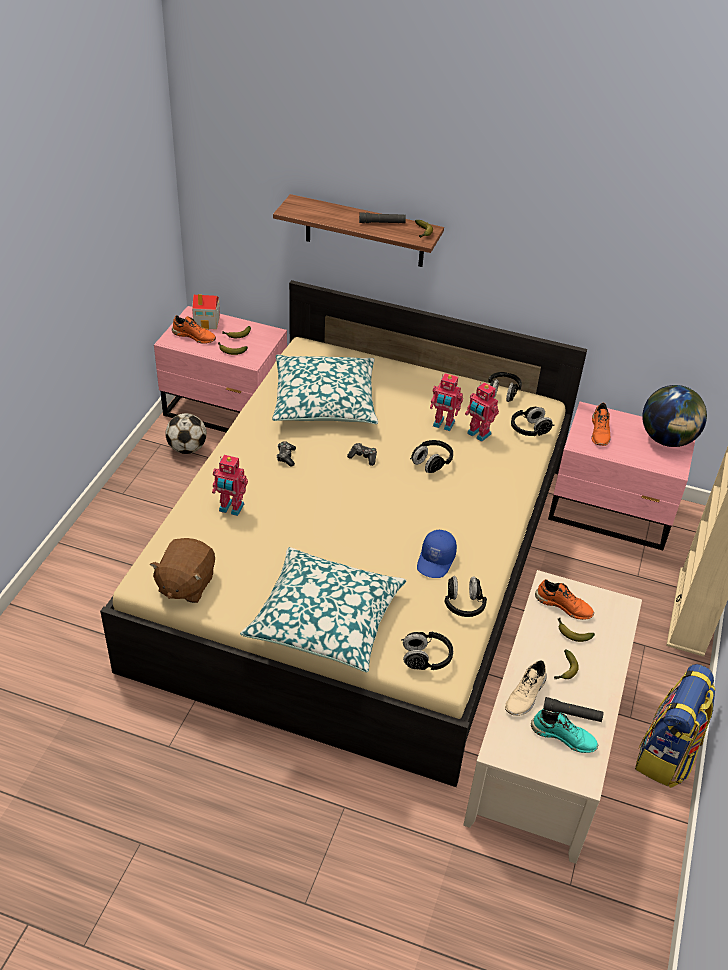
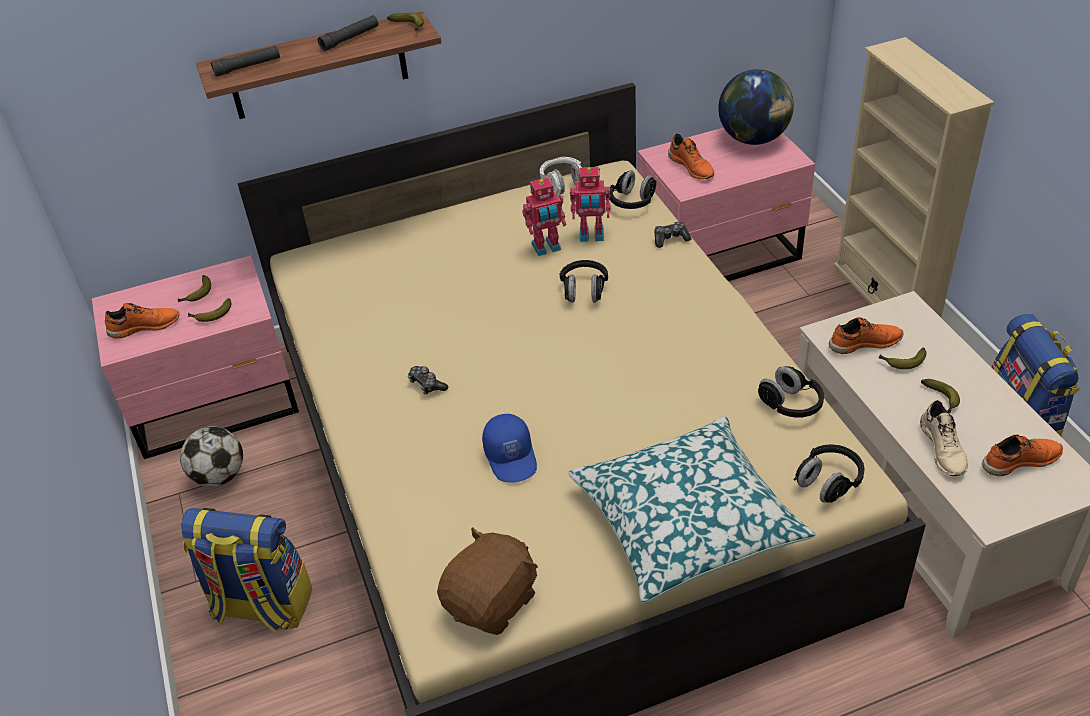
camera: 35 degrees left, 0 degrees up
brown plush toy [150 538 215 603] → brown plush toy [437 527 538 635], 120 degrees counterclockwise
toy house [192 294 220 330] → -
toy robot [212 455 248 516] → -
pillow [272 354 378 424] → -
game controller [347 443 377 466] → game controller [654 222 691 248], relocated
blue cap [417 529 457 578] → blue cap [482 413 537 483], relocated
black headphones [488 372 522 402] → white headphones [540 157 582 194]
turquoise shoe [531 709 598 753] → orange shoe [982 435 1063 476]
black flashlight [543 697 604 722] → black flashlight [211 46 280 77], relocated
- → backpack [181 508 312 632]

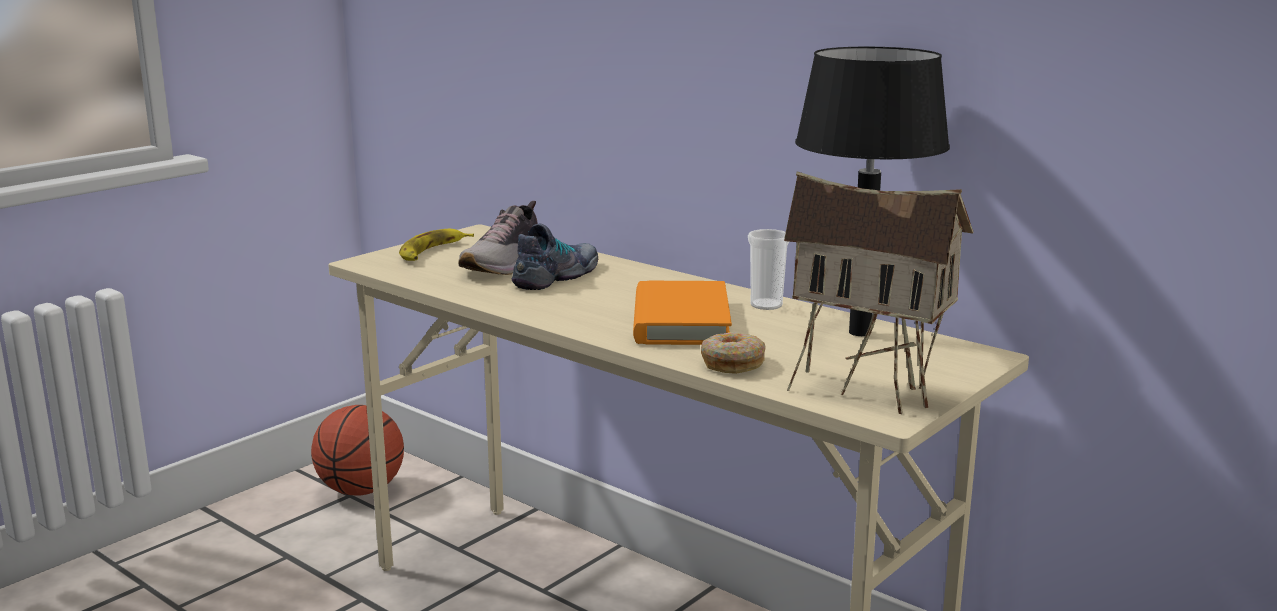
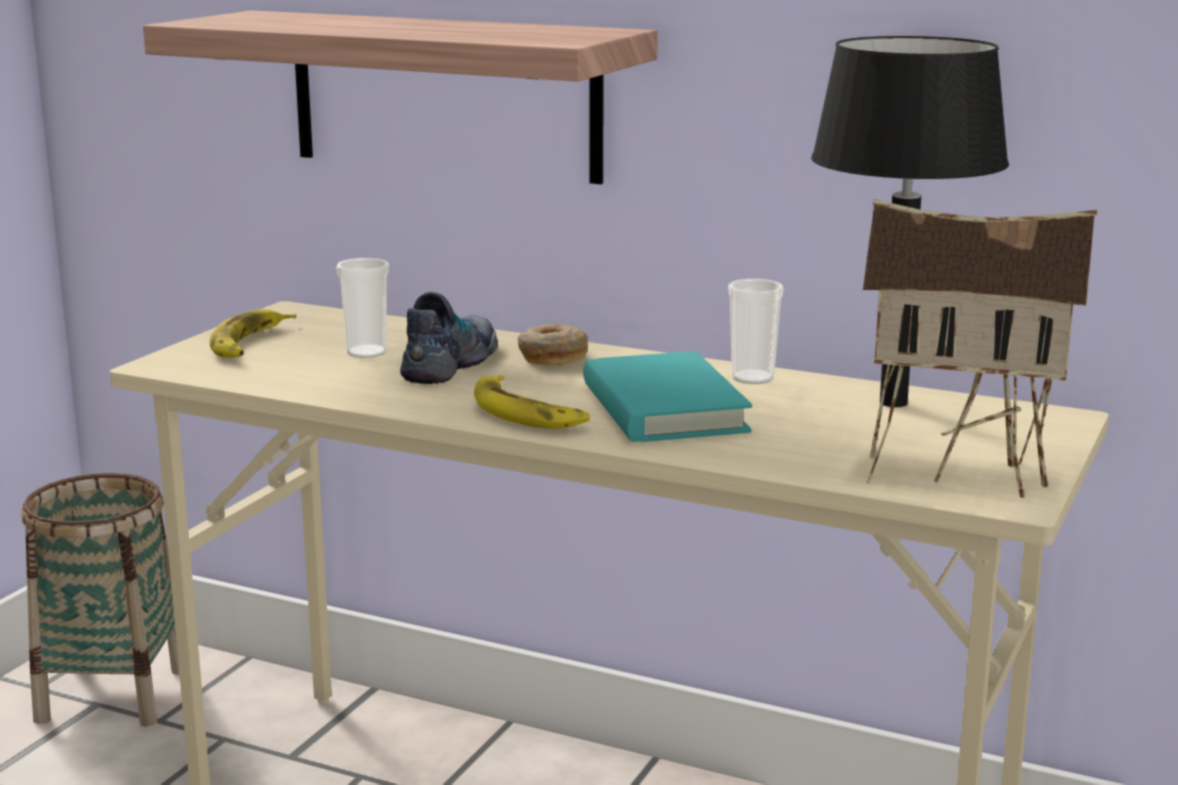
camera: 15 degrees left, 0 degrees up
basketball [311 405 404 496] → basket [22 473 179 727]
shoe [458 201 538 275] → cup [336 258 389 358]
orange book [633 281 732 345] → turquoise book [583 351 752 442]
donut [701 332 766 374] → donut [517 324 588 366], relocated
- → shelf [143 10 658 184]
- → banana [474 375 590 429]

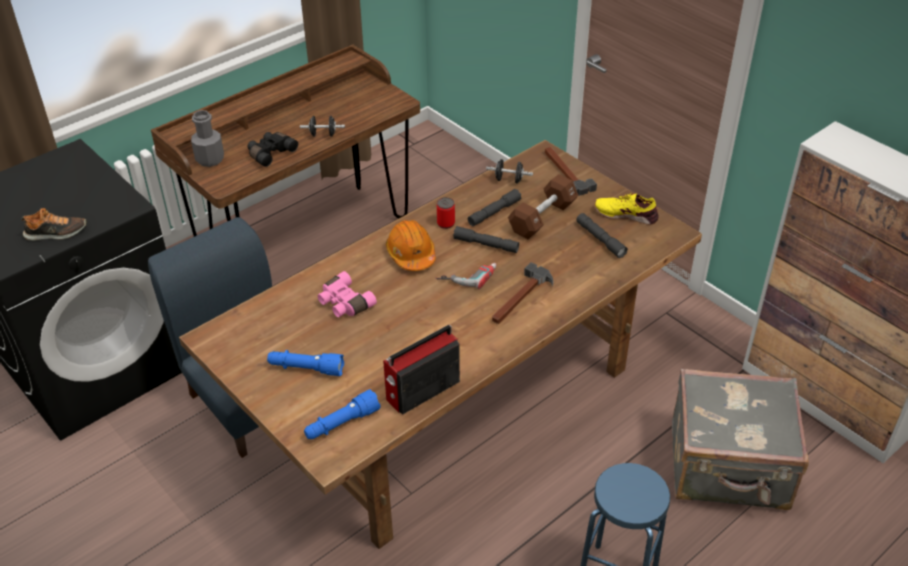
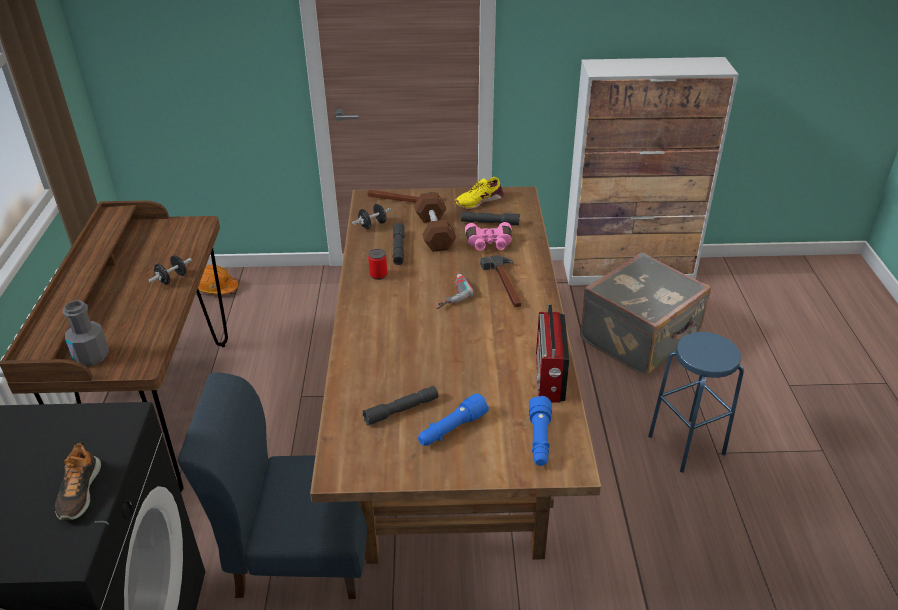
camera: 50 degrees left, 5 degrees down
shoe [21 208 87 241] → shoe [55 442 101 521], 150 degrees clockwise
black binoculars [247 132 298 167] → -
pink binoculars [318 271 377 317] → pink binoculars [465 222 512 251], relocated
orange hard hat [386 220 436 271] → orange hard hat [198 265 238 295], relocated
grey flashlight [453 226 519 253] → grey flashlight [362 386 438 426], relocated

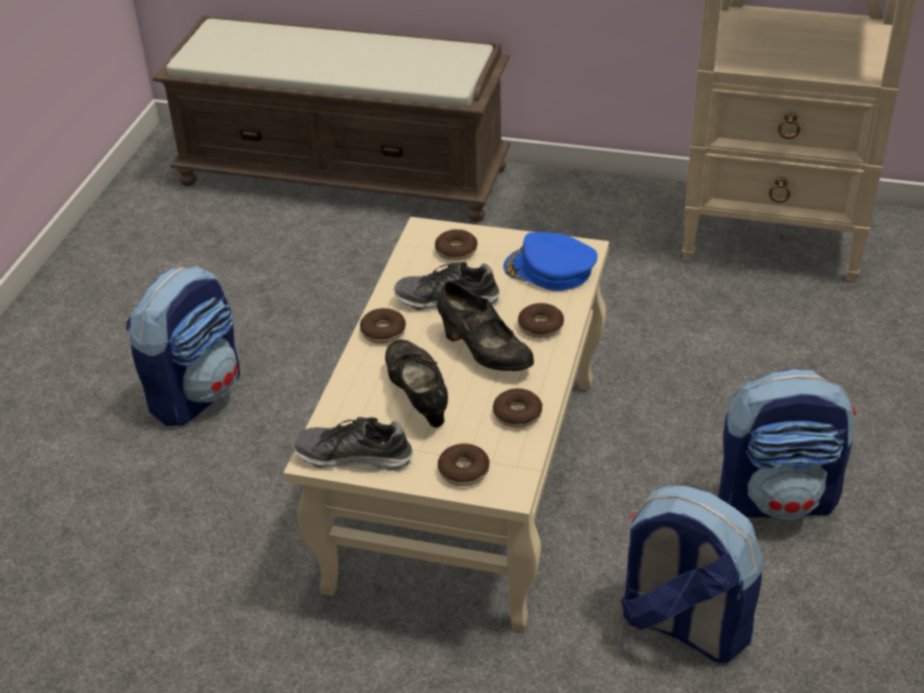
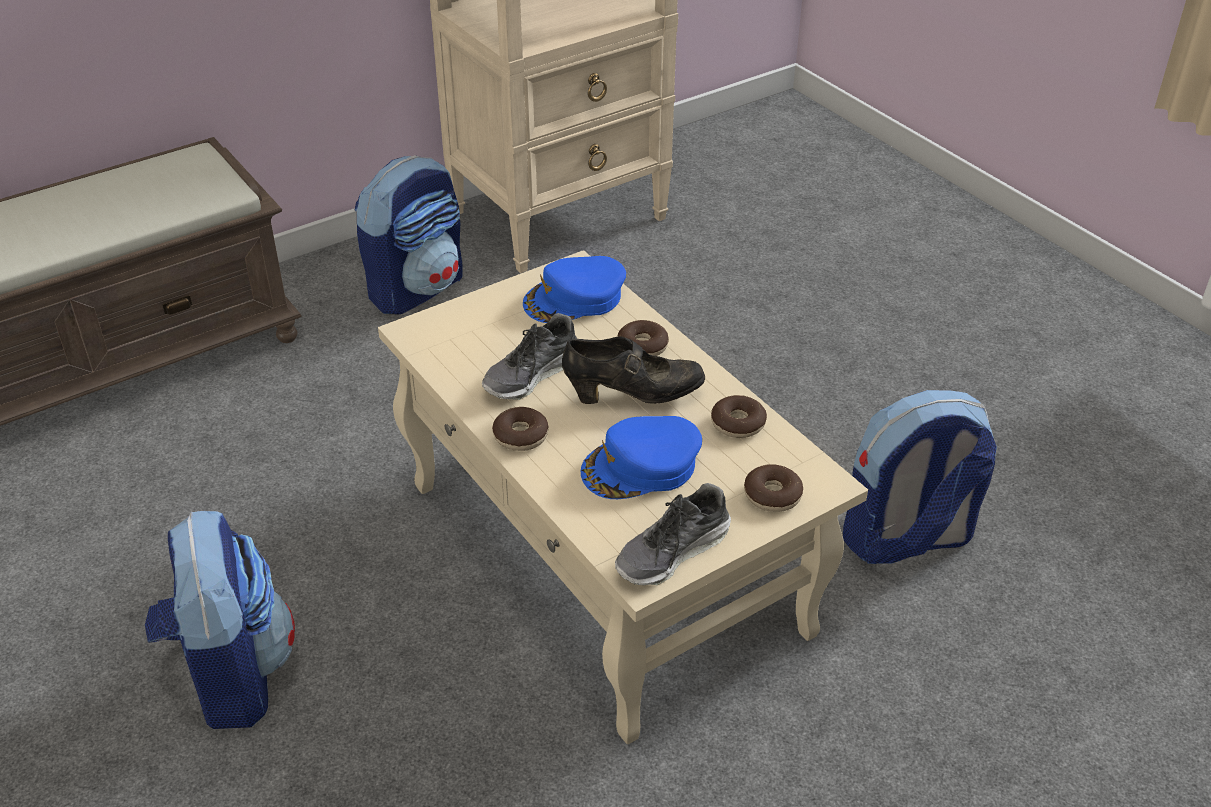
camera: 50 degrees left, 0 degrees up
black shoe [385 340 448 428] → blue cap [581 416 702 499]
donut [435 229 477 261] → -
backpack [718 368 856 520] → backpack [355 155 463 315], relocated

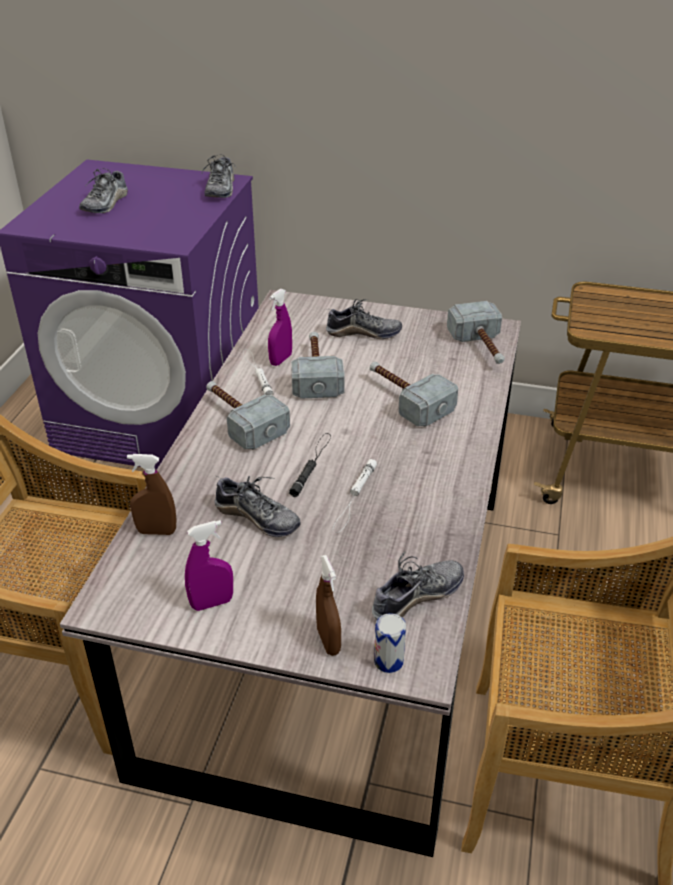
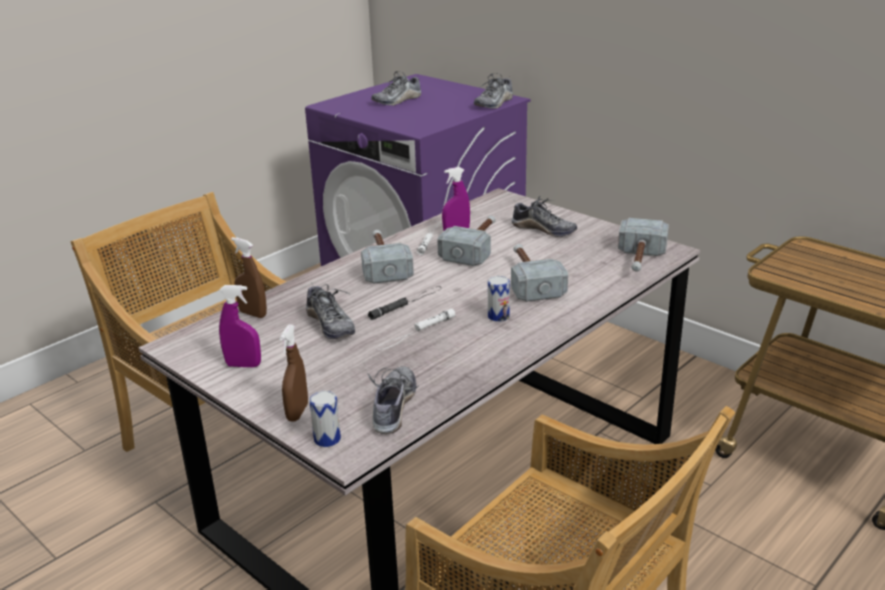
camera: 30 degrees right, 10 degrees down
shoe [372 551 464 619] → shoe [367 366 417 434], 75 degrees counterclockwise
- → can [488 276 510 322]

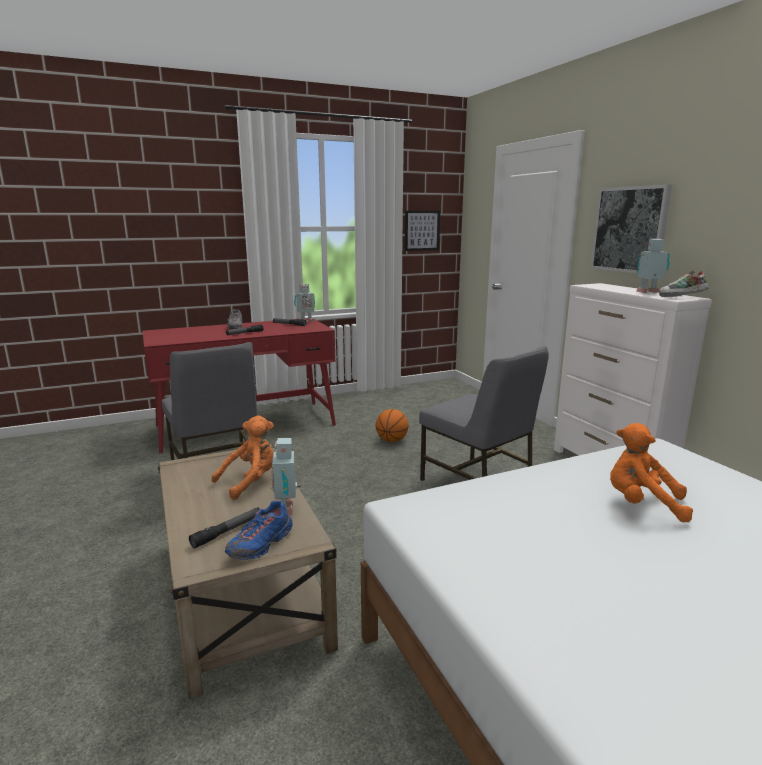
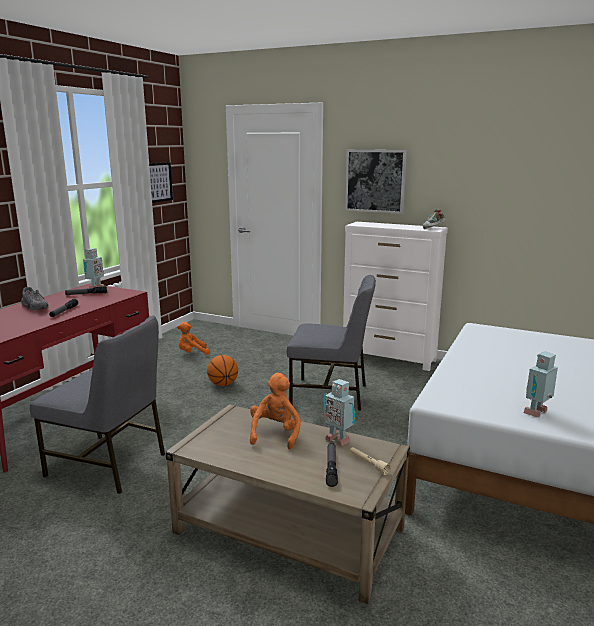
camera: 40 degrees left, 0 degrees up
blue shoe [225 501 293 560] → beige flashlight [350 447 391 475]
orange plush toy [610 423 693 522] → orange plush toy [177 322 210 355], relocated
toy robot [637 239 670 293] → toy robot [524 351 558 417], relocated

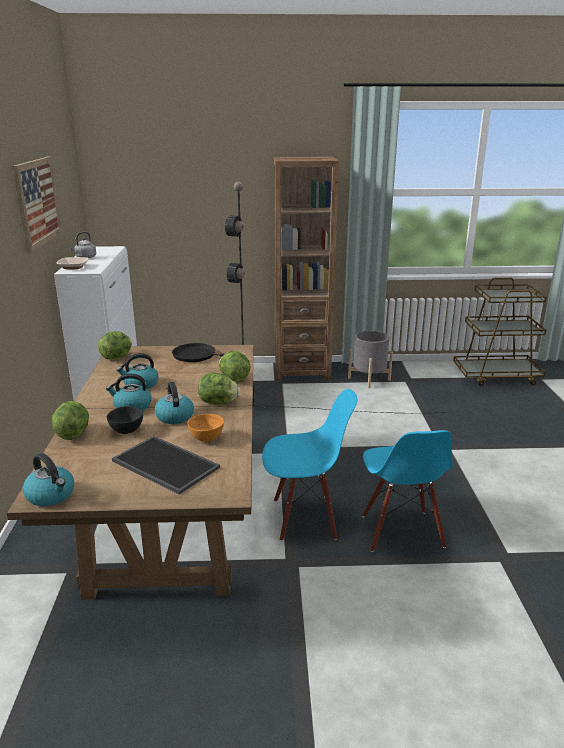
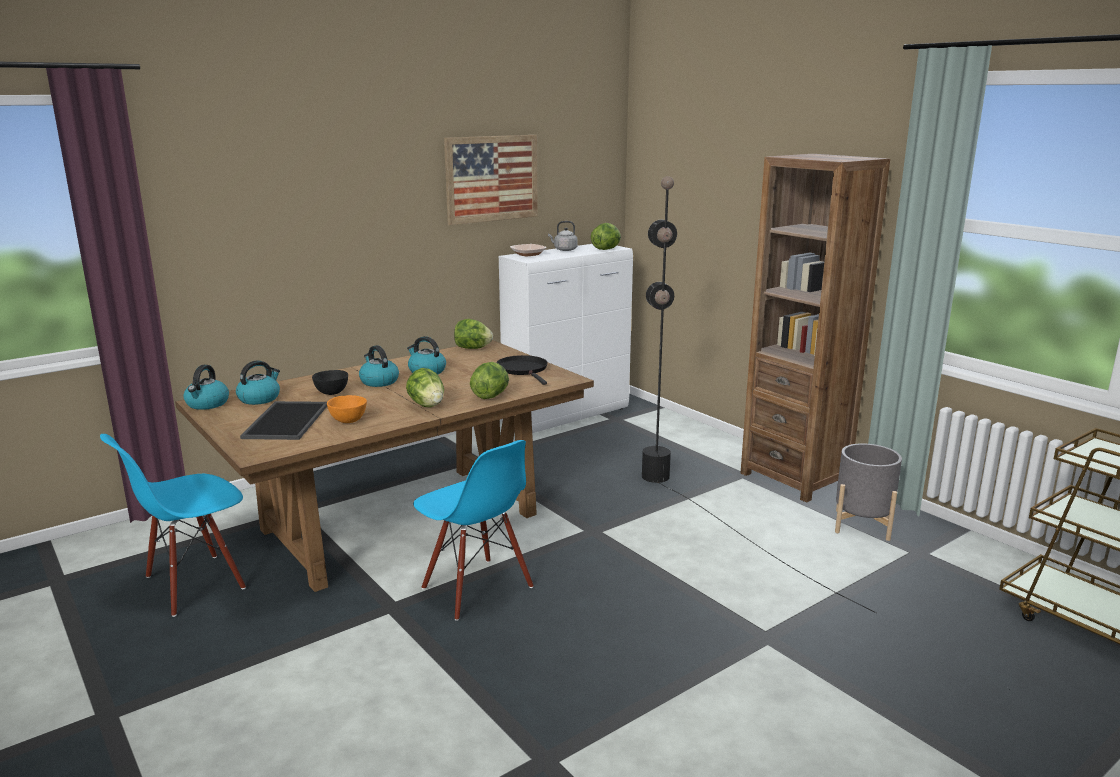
camera: 55 degrees right, 5 degrees down
lettuce [52 401 89 440] → lettuce [591 223 621 250], relocated
kettle [155 382 194 424] → kettle [236 360 280 405], relocated
blue chair [362 430 453 552] → blue chair [100 434 246 617], relocated

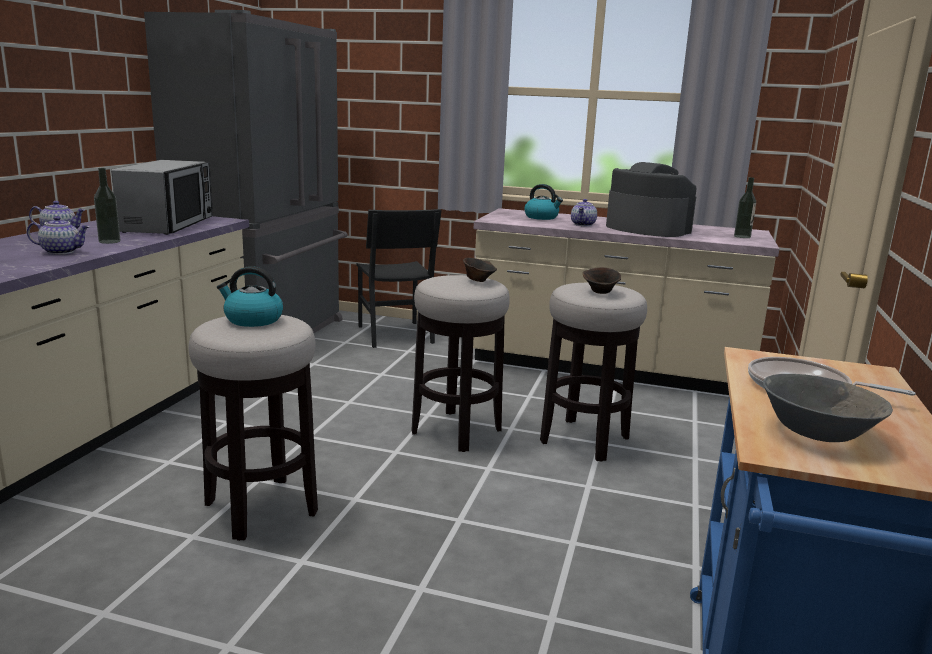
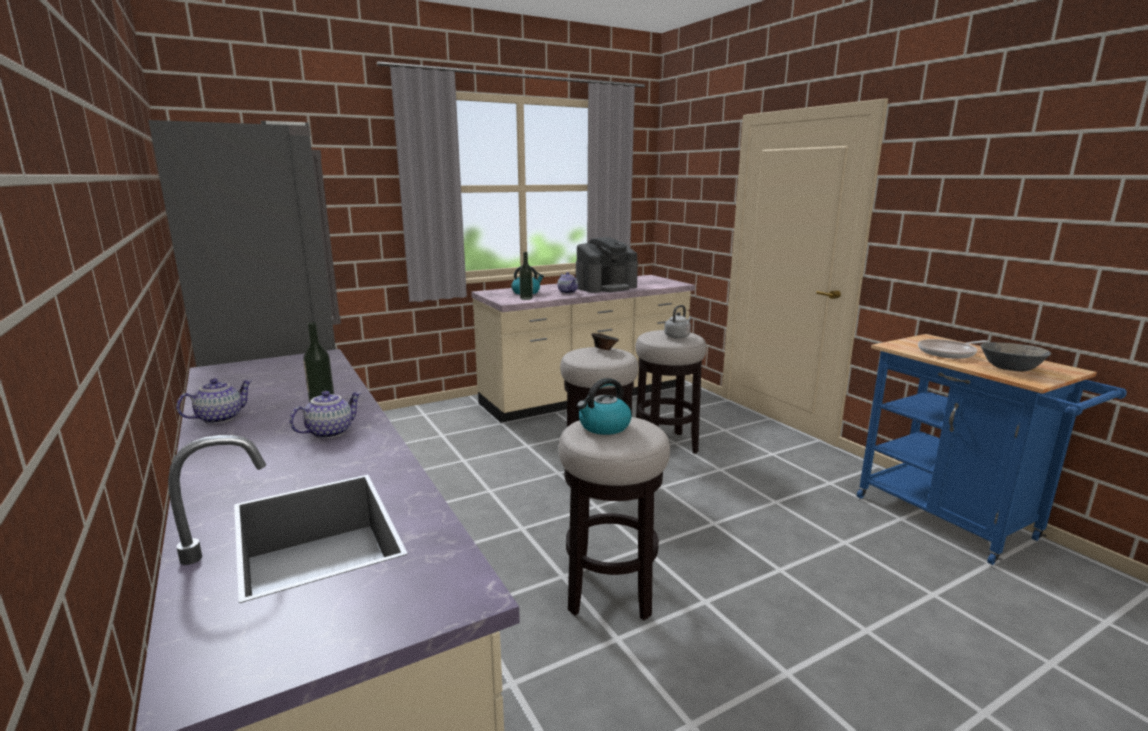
camera: 45 degrees left, 0 degrees up
microwave [111 160 213 235] → -
black chair [356 209 442 348] → -
brown bowl [583 267 621 294] → grey kettle [664 305 692 338]
coffee machine [606 162 697 237] → coffee machine [576 237 638 293], 150 degrees clockwise
bottle [734 177 756 238] → bottle [519 252 533 300], relocated

